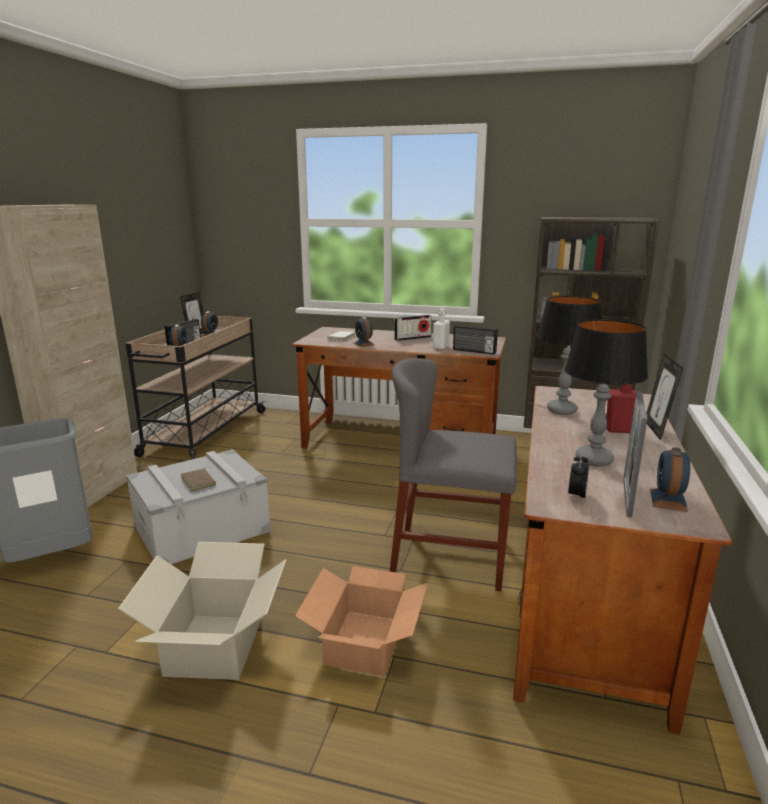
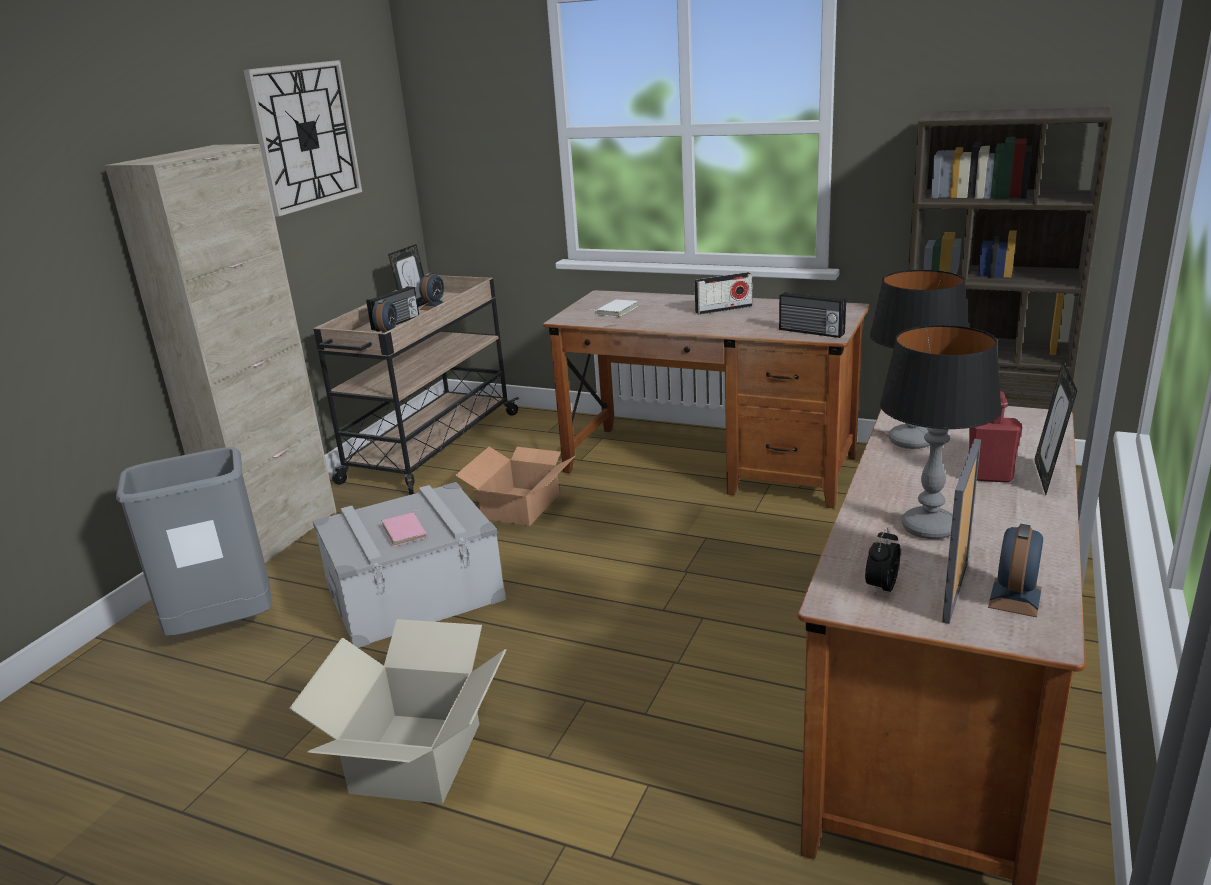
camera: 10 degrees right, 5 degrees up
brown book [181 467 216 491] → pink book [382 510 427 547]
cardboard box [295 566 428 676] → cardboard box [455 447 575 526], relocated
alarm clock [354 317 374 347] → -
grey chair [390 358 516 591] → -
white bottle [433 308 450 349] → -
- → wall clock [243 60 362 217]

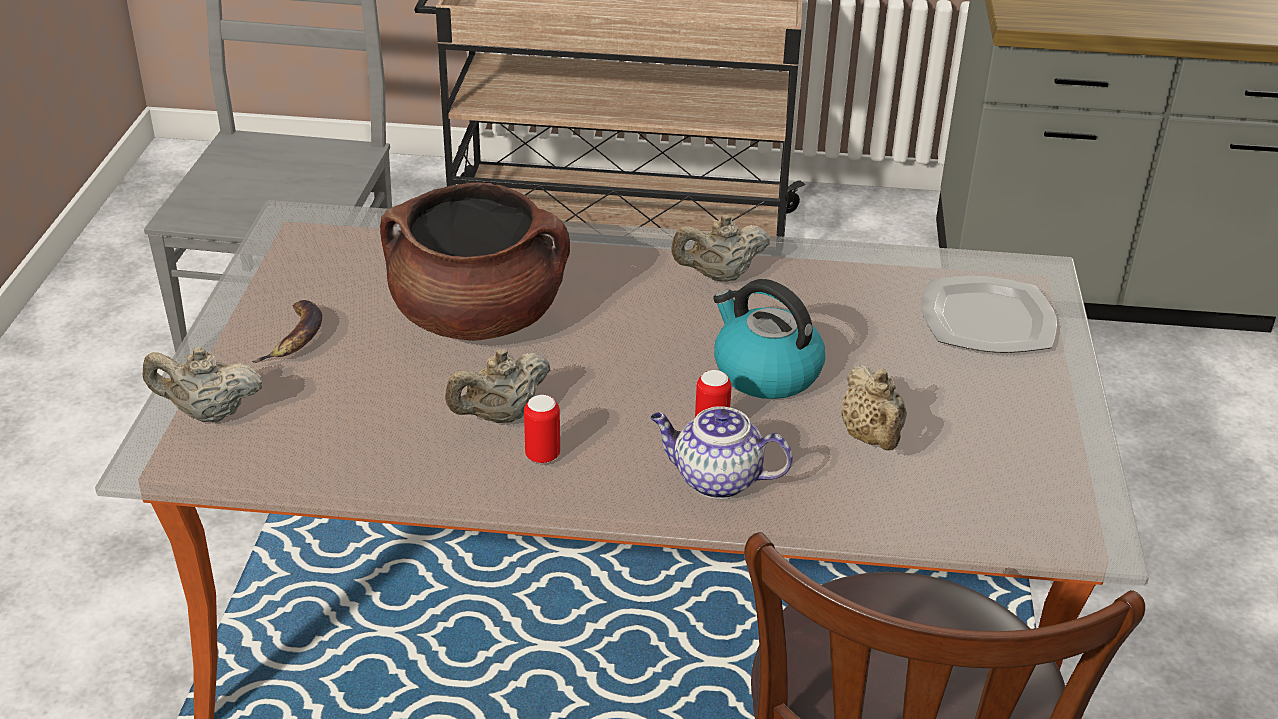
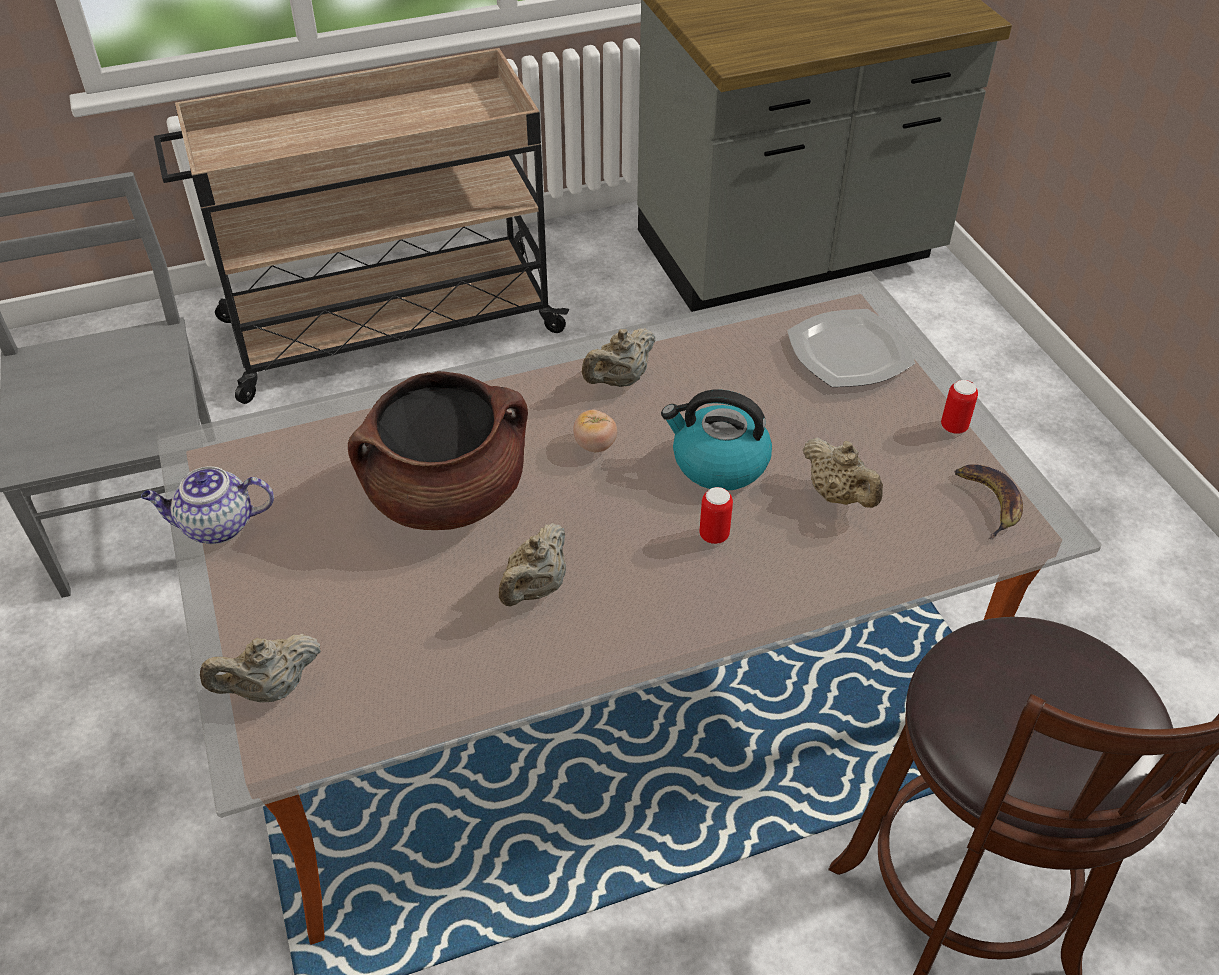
camera: 25 degrees left, 10 degrees up
banana [252 300 322 363] → banana [954 464 1023 539], relocated
can [524 395 560 464] → can [941 380 978 434], relocated
teapot [650 406 793 499] → teapot [141 467 274 544], relocated
- → tomato [573 409 617 452]

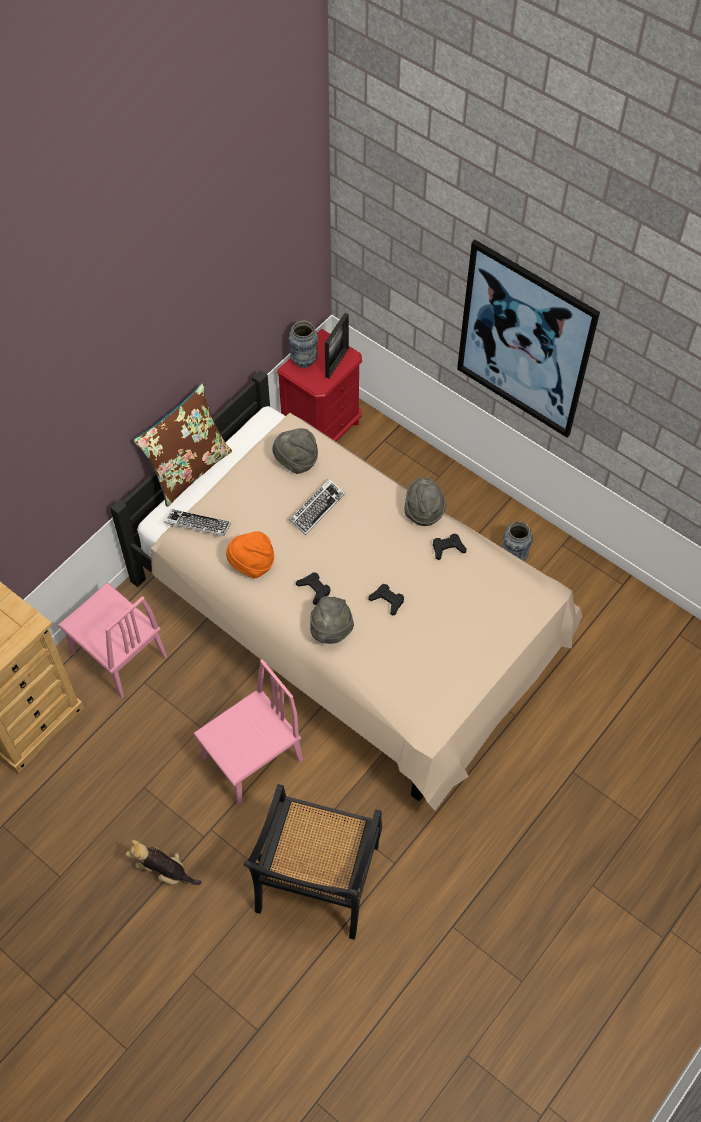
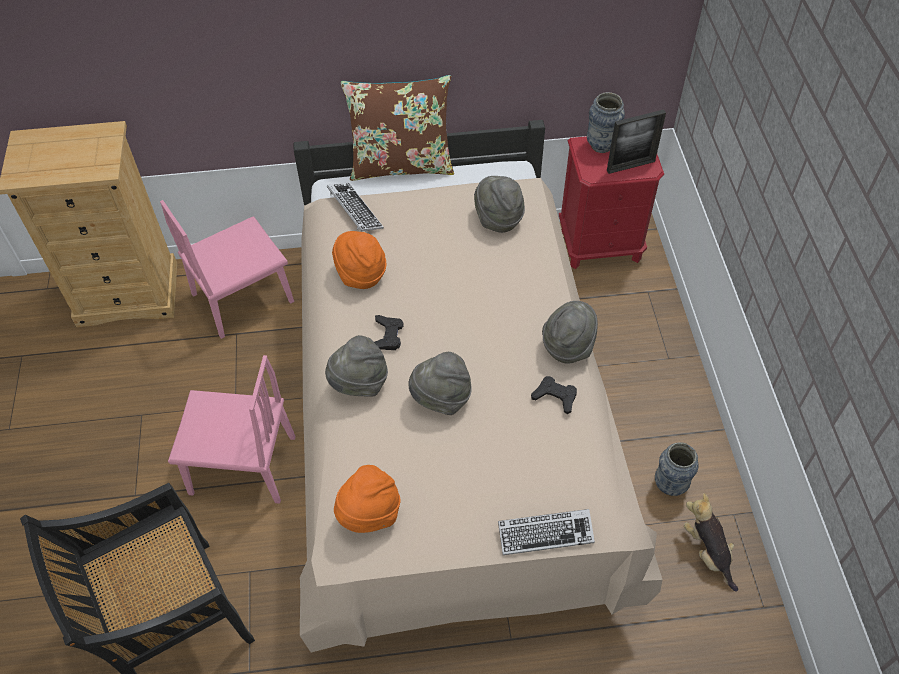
camera: 45 degrees right, 5 degrees down
pink chair [58 582 167 699] → pink chair [160 200 294 339], 60 degrees clockwise
plush toy [126 840 202 885] → plush toy [684 493 738 592], relocated
keyboard [289 479 345 535] → keyboard [498 509 595 555], relocated
black game controller [368 584 404 616] → grey hat [408 352 472 415]
picture [457 240 600 437] → -
- → orange hat [334 465 400 533]

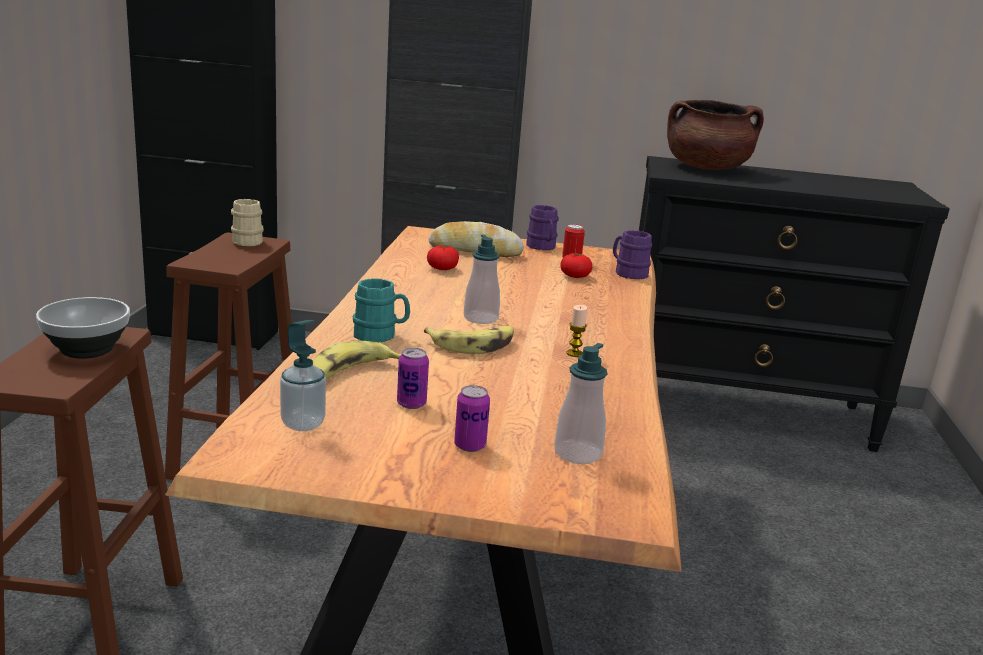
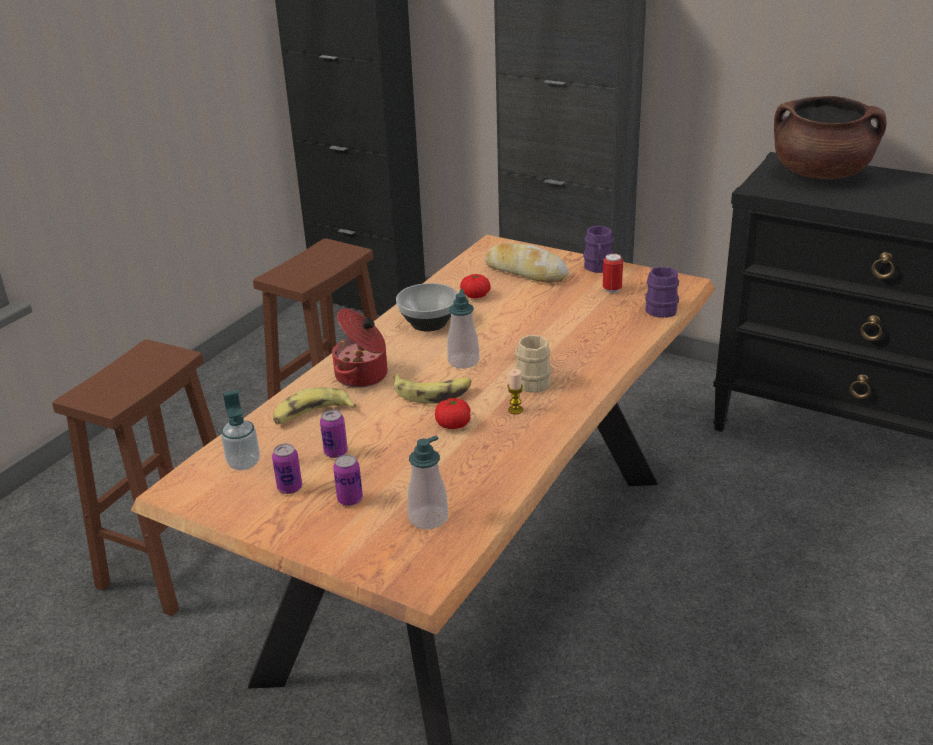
camera: 25 degrees right, 10 degrees up
bowl [36 297 130 359] → bowl [396 283 458 332], relocated
beige mug [231 199 264 246] → beige mug [515 335 552 393], relocated
turquoise mug [353 278 410 342] → cooking pot [332 308 388 388]
tomato [561 253 592 278] → tomato [435 398 471 429], relocated
- → can [272 444 302 494]

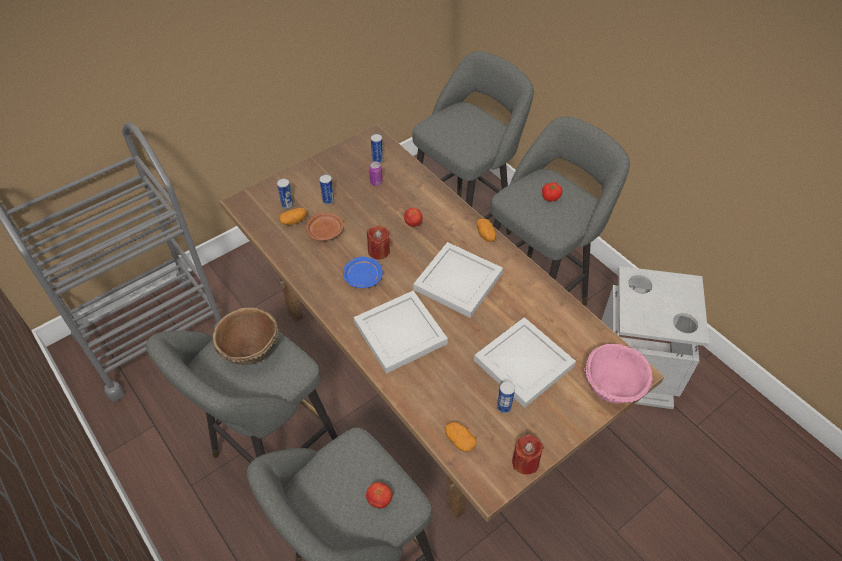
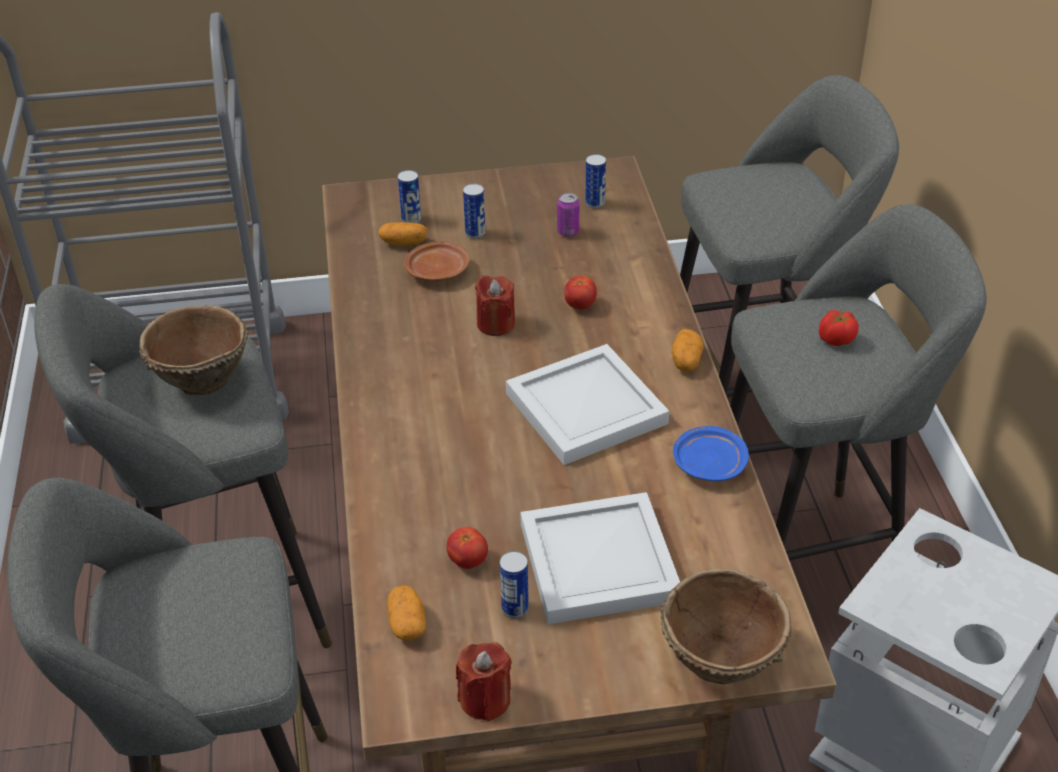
camera: 30 degrees right, 10 degrees down
blue plate [343 257 383 288] → blue plate [673 426 749 481], relocated
white tray [354 291 448 374] → -
tomato [366 482 393 509] → tomato [447 527 488 569], relocated
pink bowl [584 344 653 403] → brown bowl [661 568 791 684]

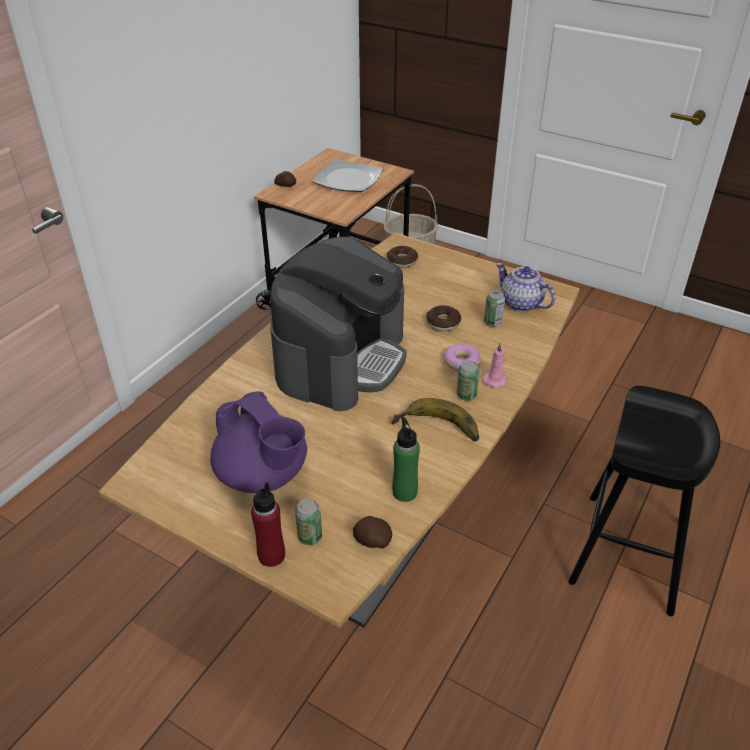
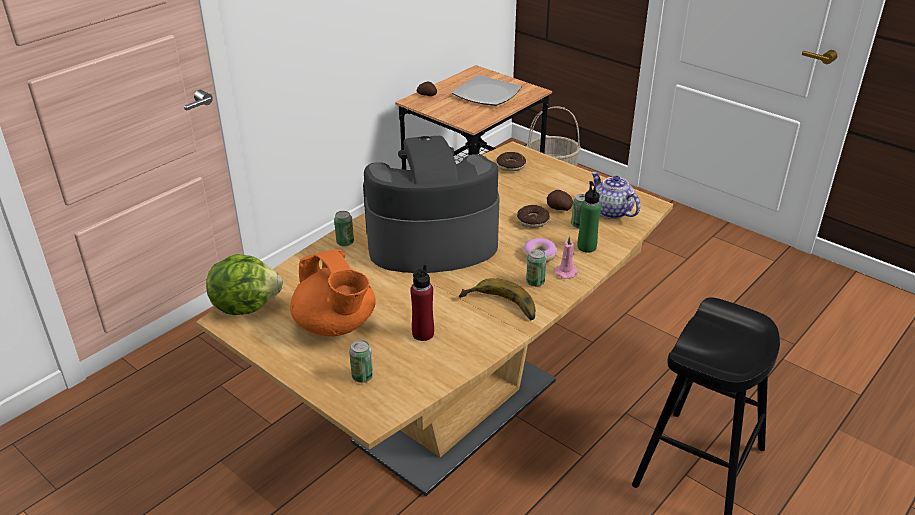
camera: 10 degrees right, 5 degrees down
purple teapot [210 391 307 493] → orange teapot [290 249 376 337]
red bottle [251 482 285 567] → red bottle [410 265 434 341], relocated
coffee machine [270 237 406 411] → coffee machine [363 136 500 273], 135 degrees counterclockwise
potato [353 516 392 548] → potato [547 190 573 211], relocated
green bottle [392 417 420 502] → green bottle [577 181 601 253], relocated
- → lettuce [206 254 283 315]
- → can [334 211 354 246]

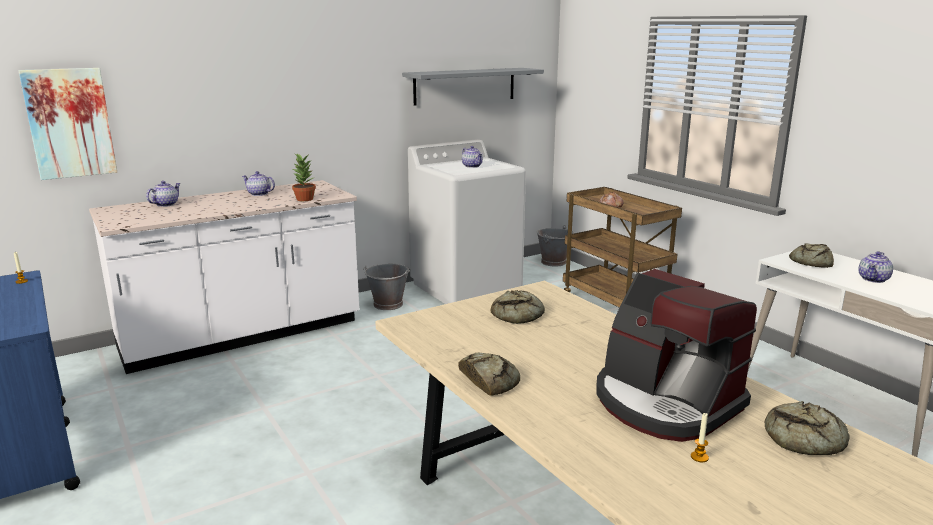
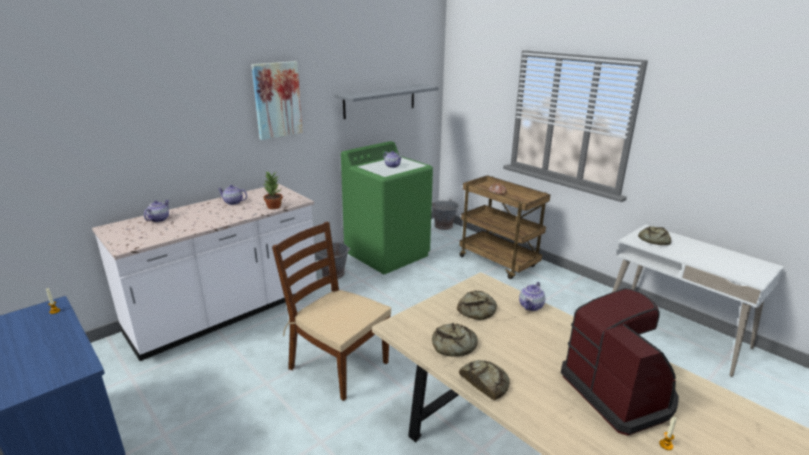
camera: 10 degrees left, 5 degrees up
picture [18 68 117 180] → picture [251 61 303 140], relocated
white washing machine [408 139 526 304] → green washing machine [341 141 433 274]
coffee machine [596 269 757 442] → coffee machine [561 288 679 436], 150 degrees counterclockwise
bread [765 401 850 455] → bread [432 323 478 357], relocated
teapot [858 252 893 283] → teapot [519 282 545 311], relocated
- → brown chair [272 222 391 401]

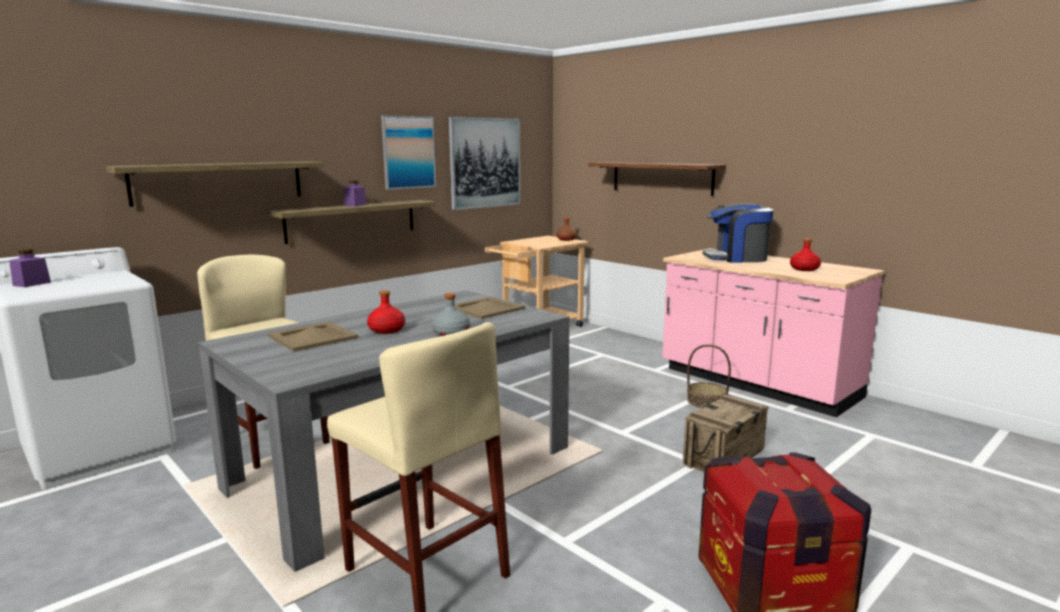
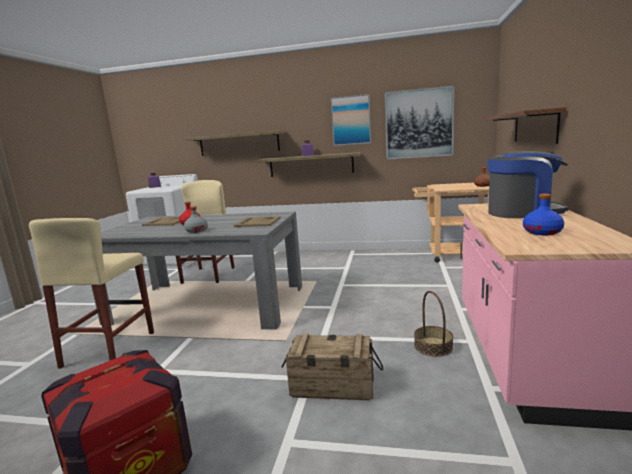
camera: 55 degrees right, 0 degrees up
coffee machine [703 203 773 263] → coffee machine [487 151 568 218], 135 degrees clockwise
red bottle [790 238 821 271] → blue bottle [523 194 564 235]

